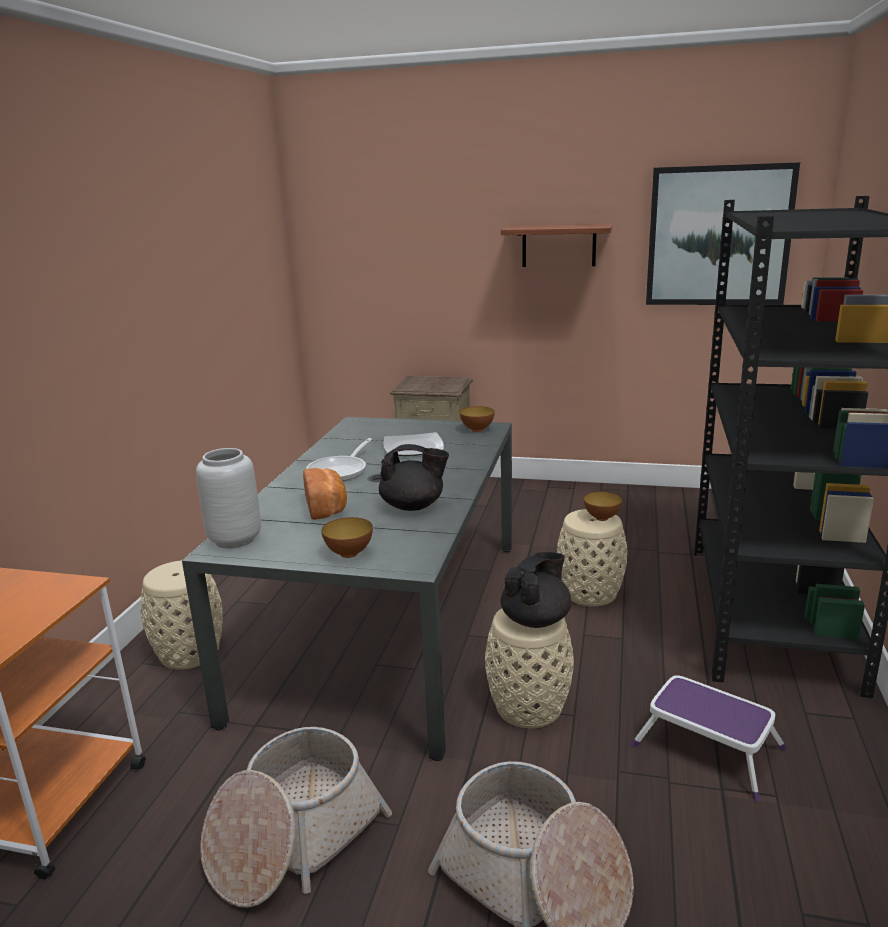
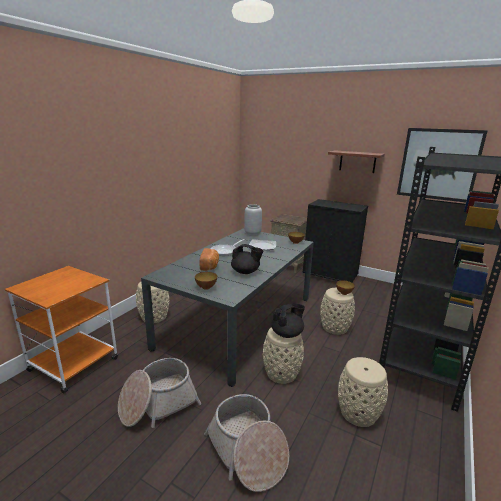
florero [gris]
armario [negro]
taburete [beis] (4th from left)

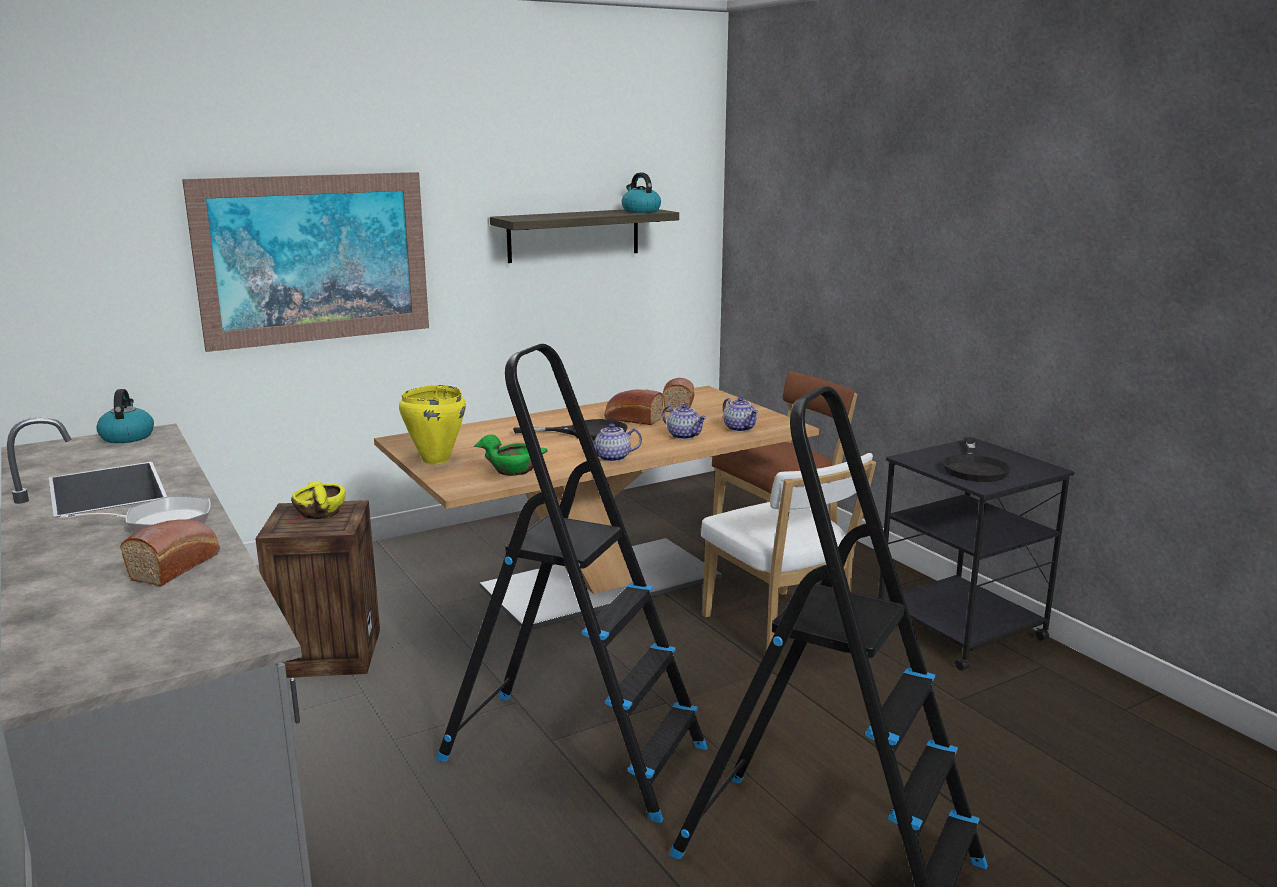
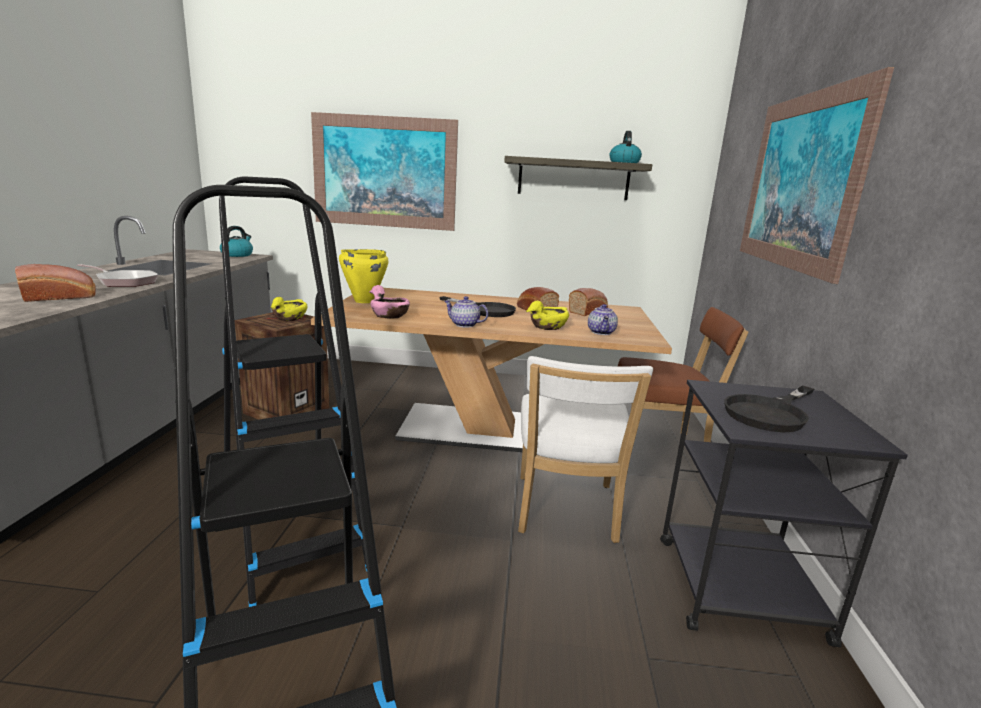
cuenco [rosa]
cuenco [amarillo] (2nd from left)
cuadro (2nd from left)

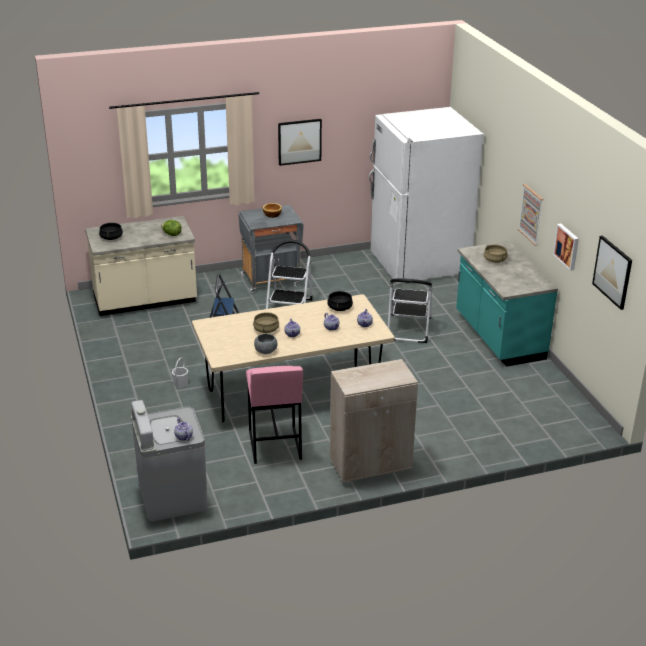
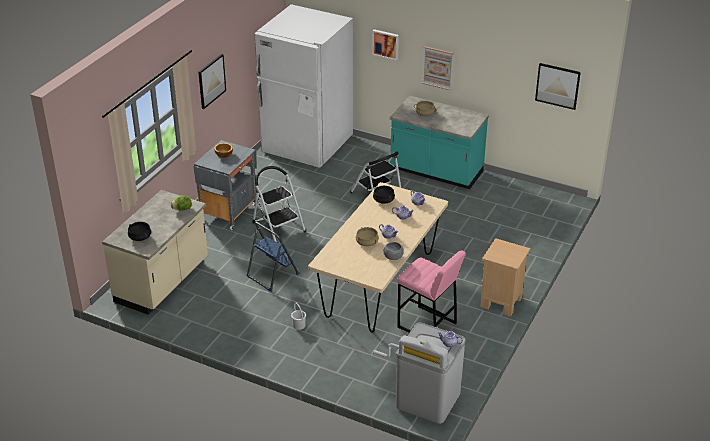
cuadro (2nd from left)
mesita de noche [beis]

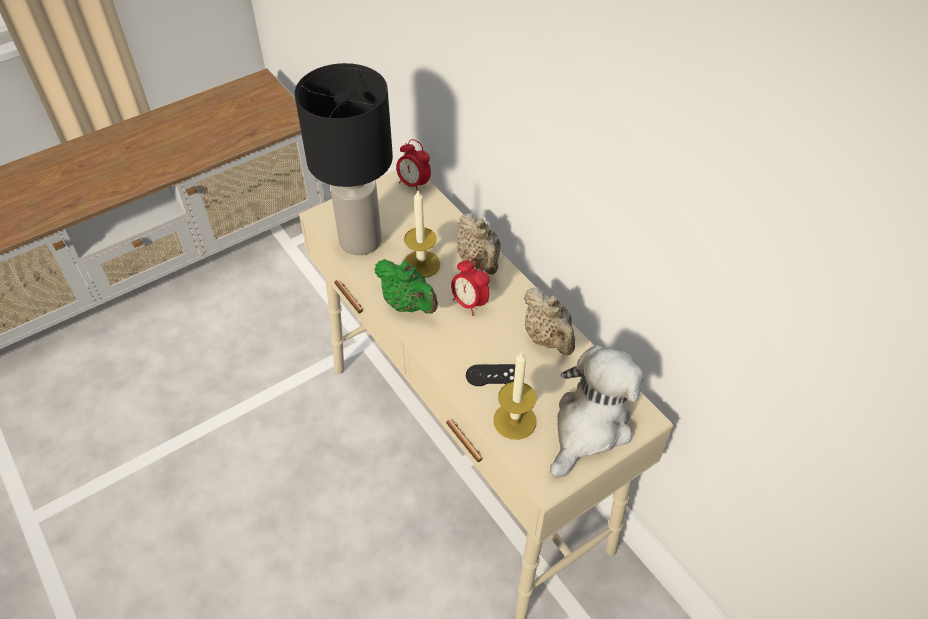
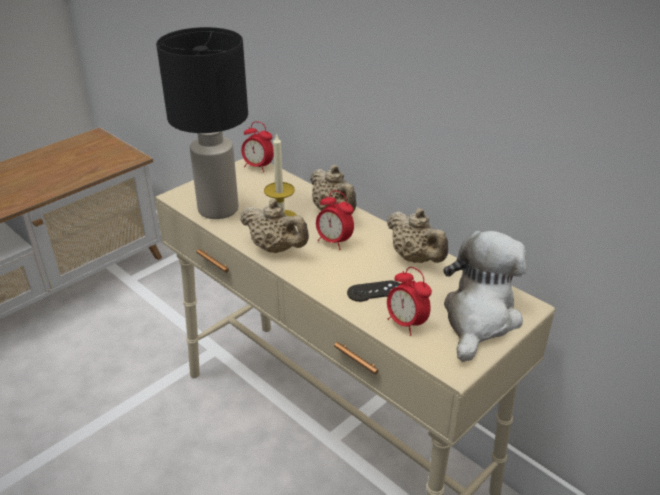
tetera [beis] (1st from left)
despertador (3rd from left)

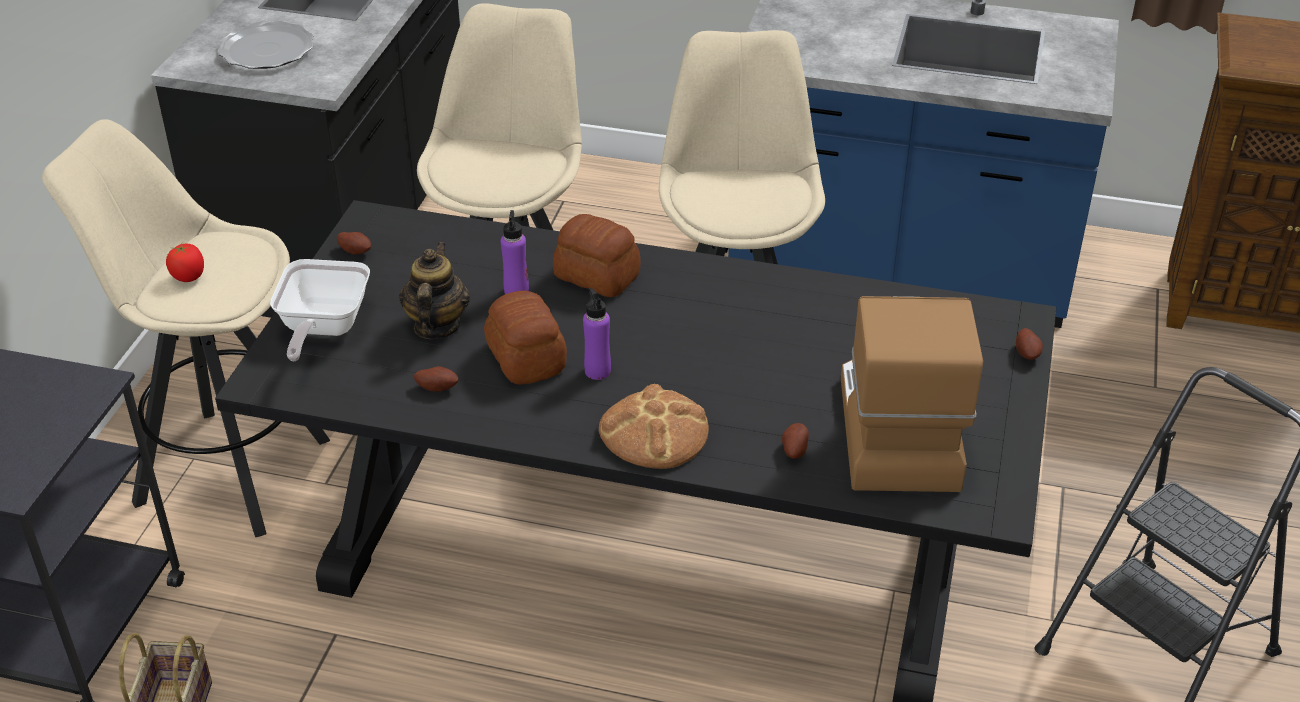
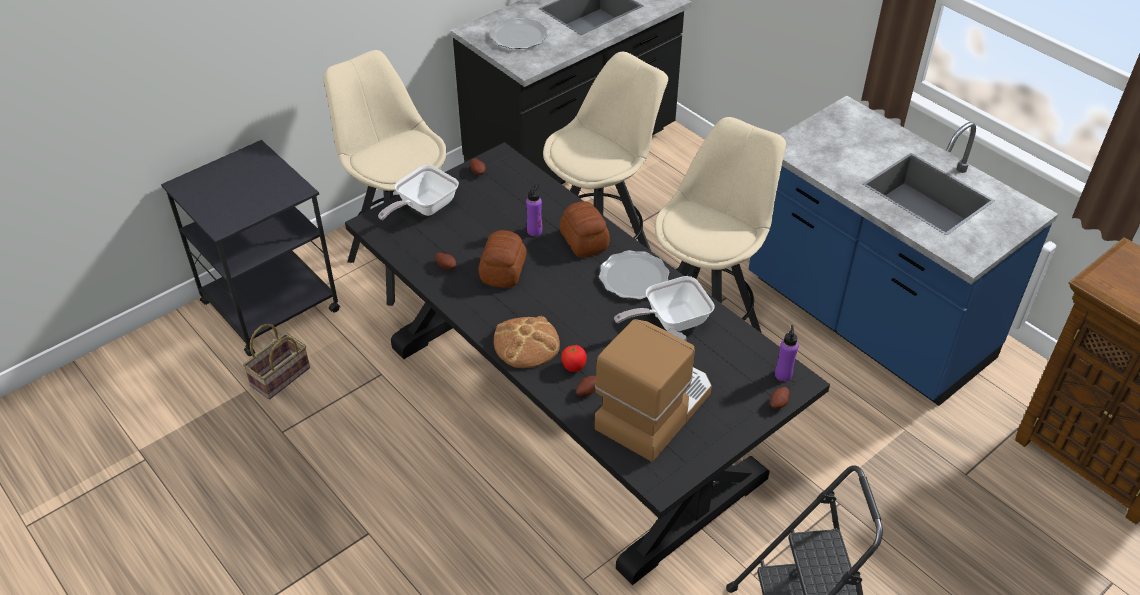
tomate
plato (2nd from left)
sartén (2nd from left)
botella [morado] (2nd from left)
tetera

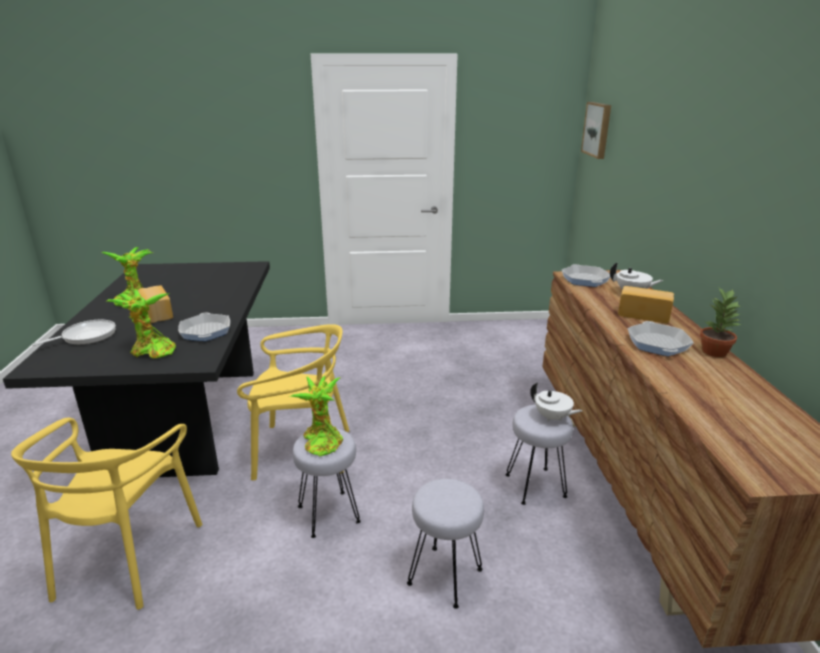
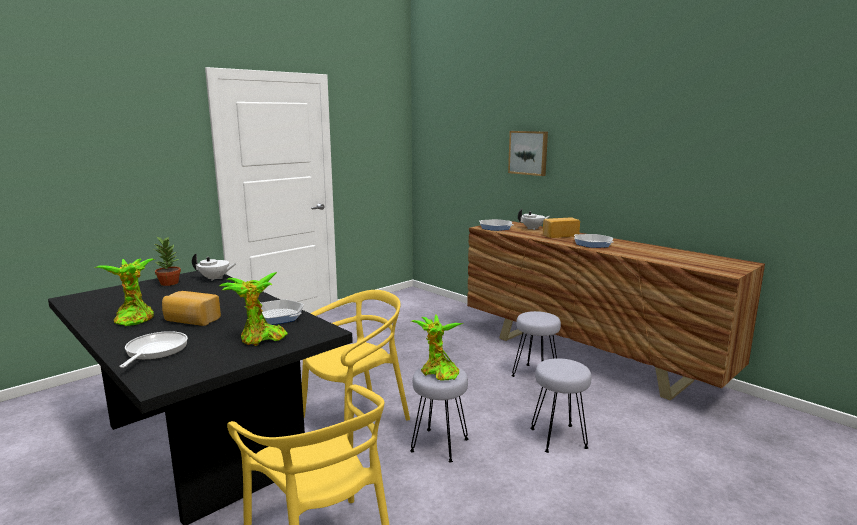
planta en maceta (2nd from left)
tetera [blanco] (1st from left)
cuadro

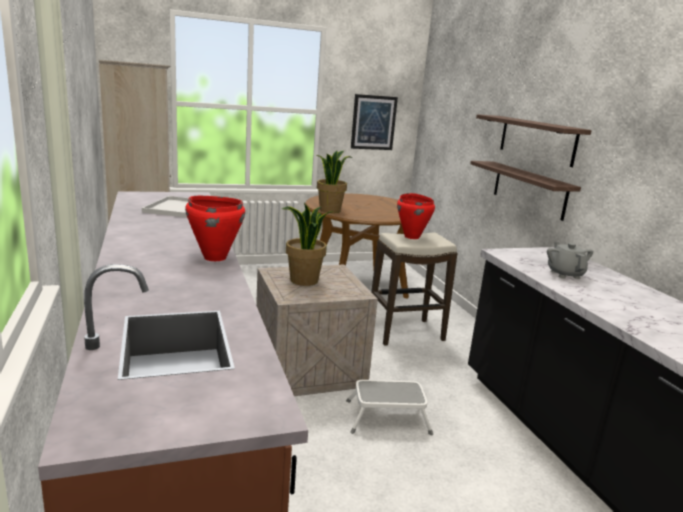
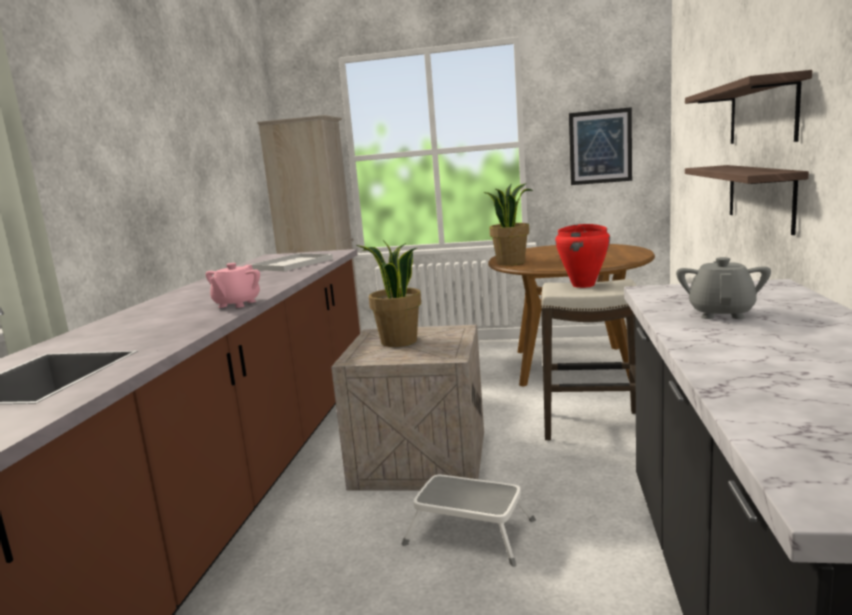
tetera [rosa]

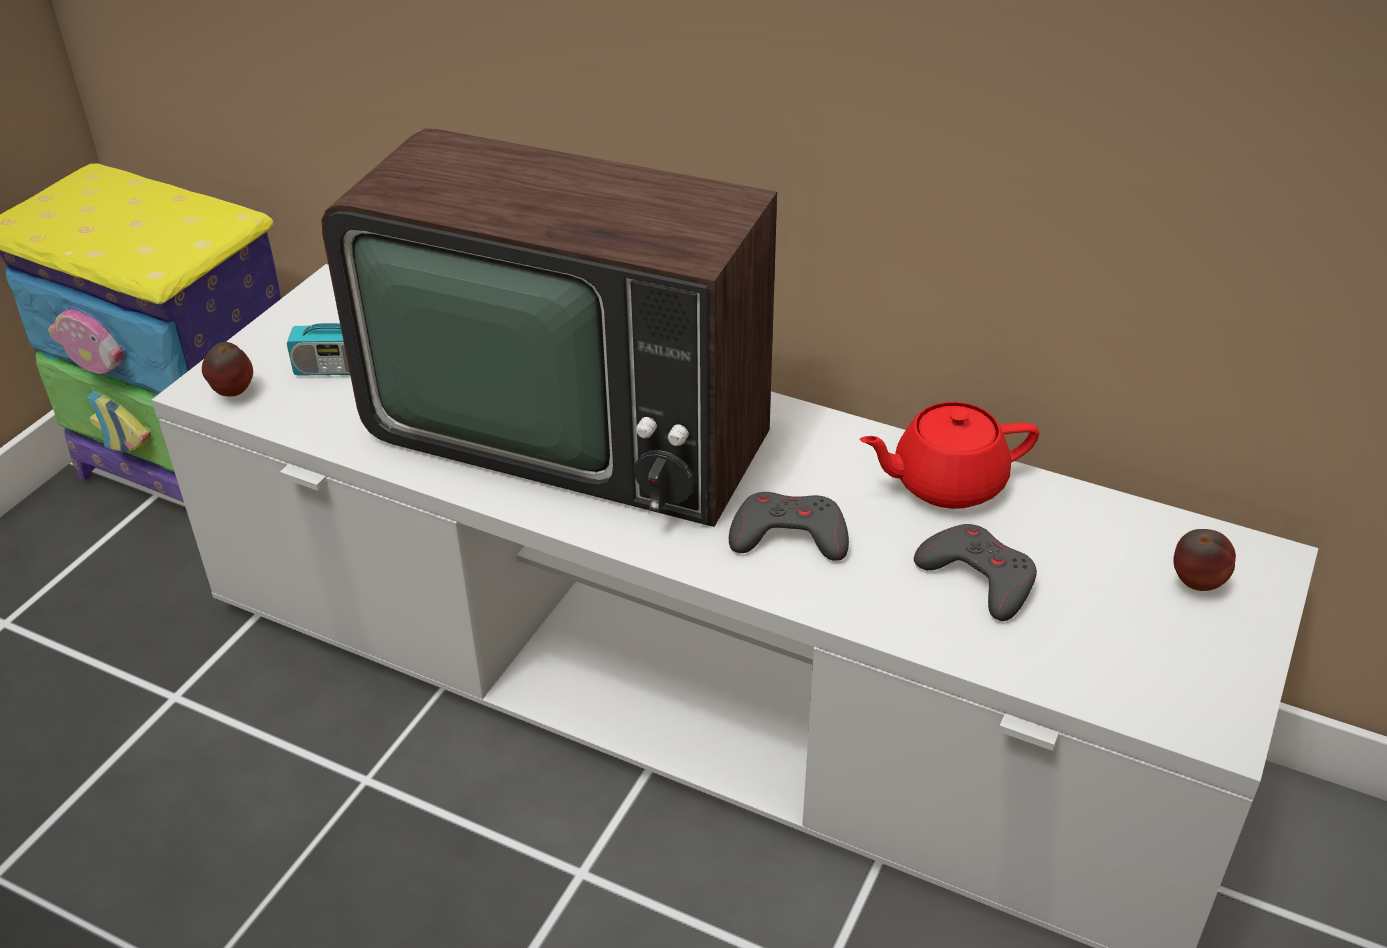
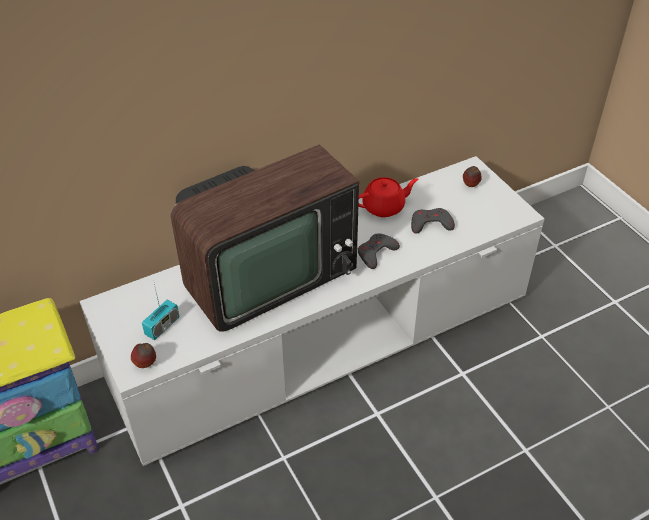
tetera [rojo]

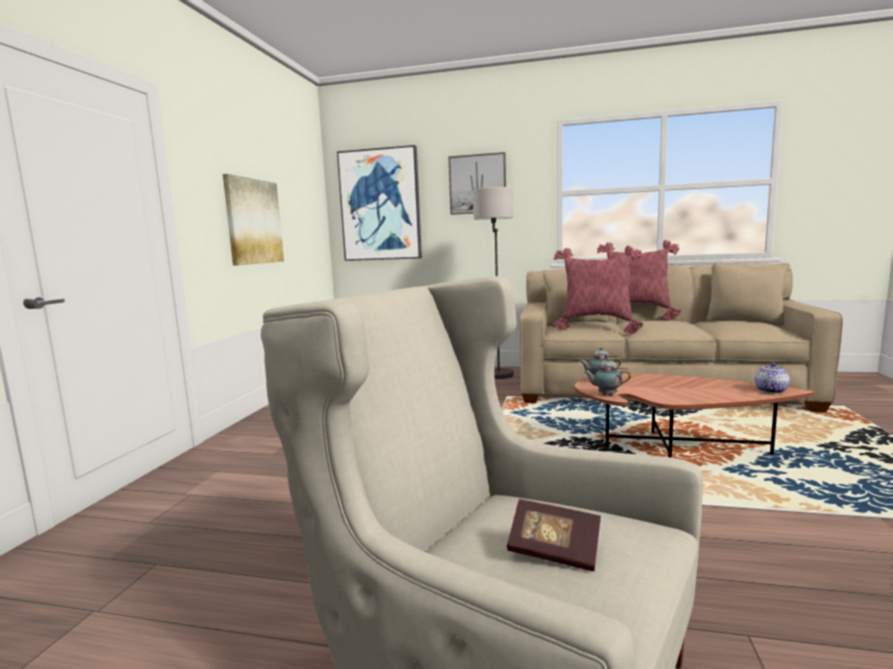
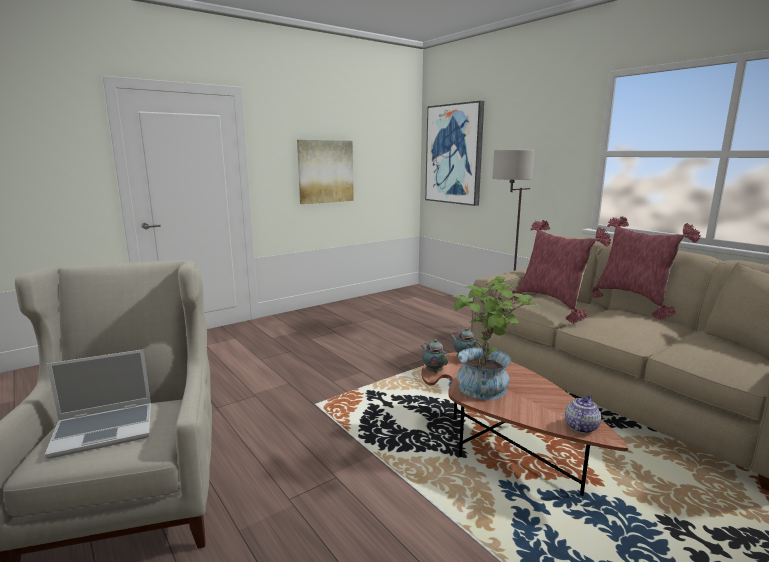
portátil
planta en maceta
tetera (3rd from left)
cuadro (3rd from left in the first image)

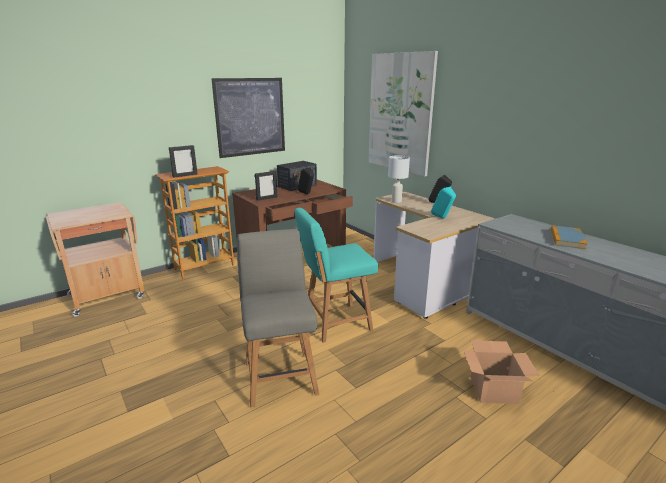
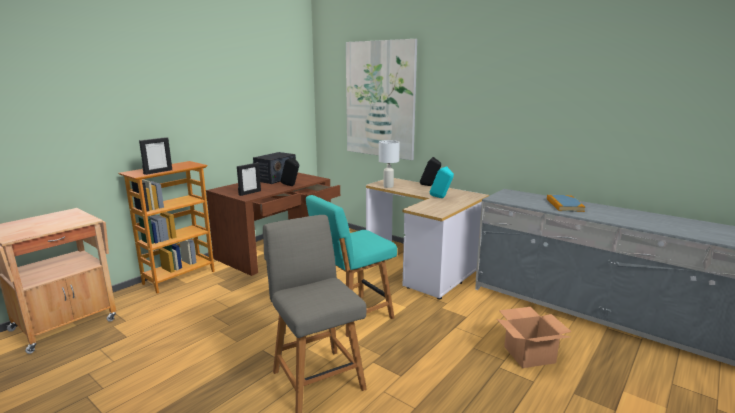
cuadro (1st from left in the first image)

